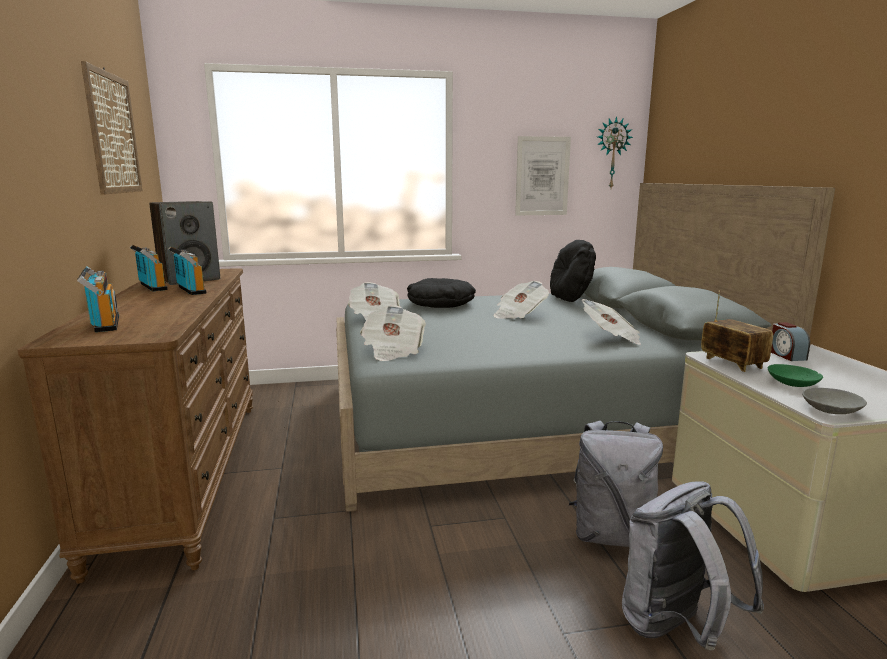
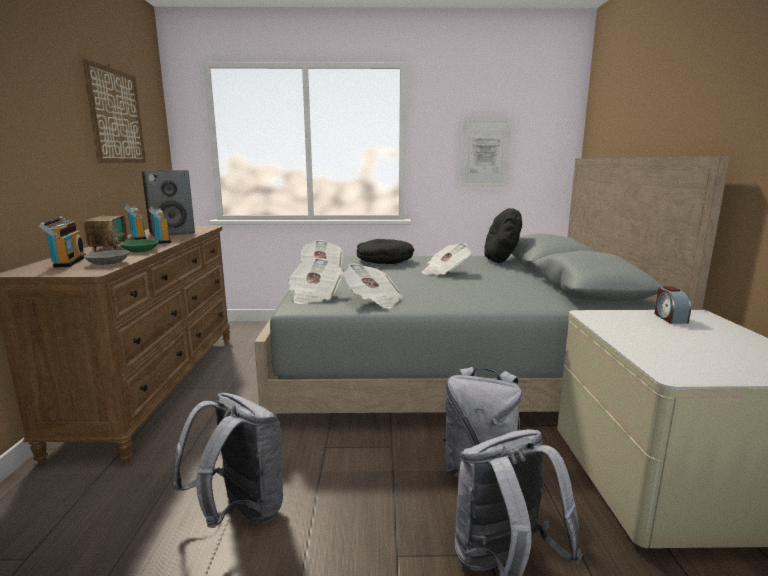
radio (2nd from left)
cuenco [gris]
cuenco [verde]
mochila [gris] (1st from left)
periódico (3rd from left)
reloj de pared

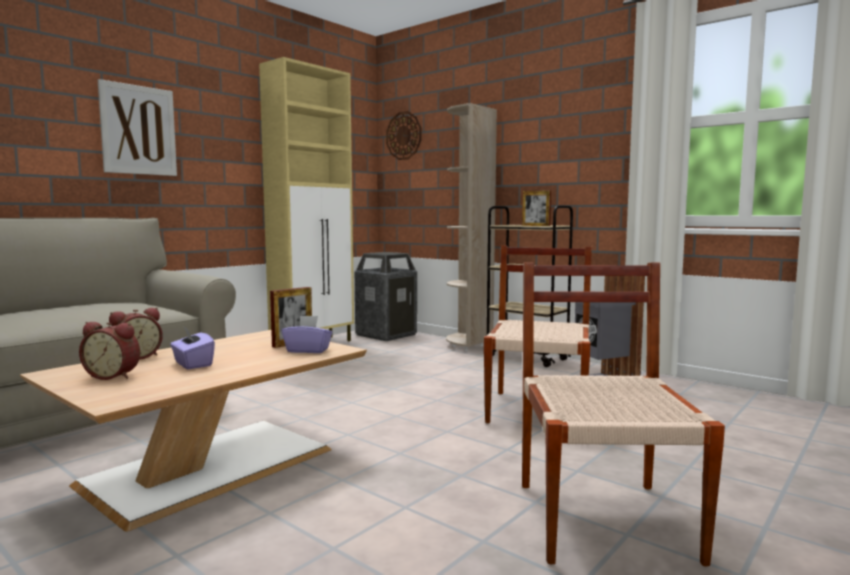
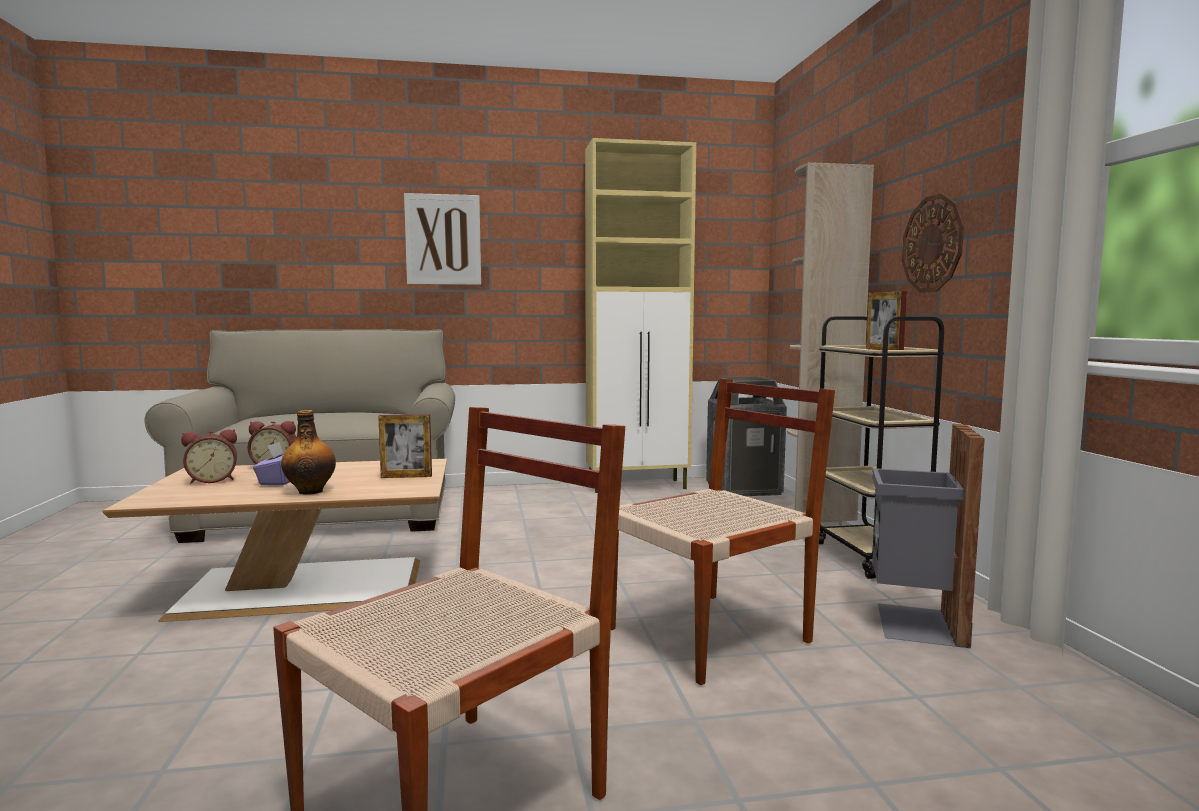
despertador (1st from left)
botella
reloj de pared
caja de pañuelos [morado] (2nd from left in the first image)

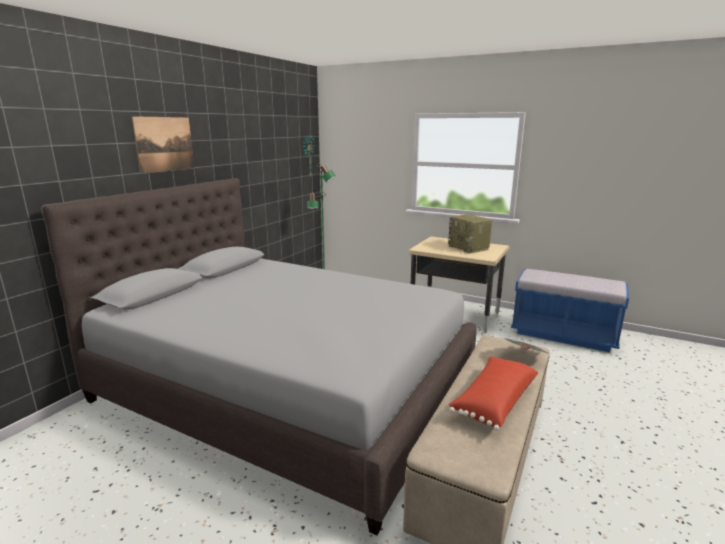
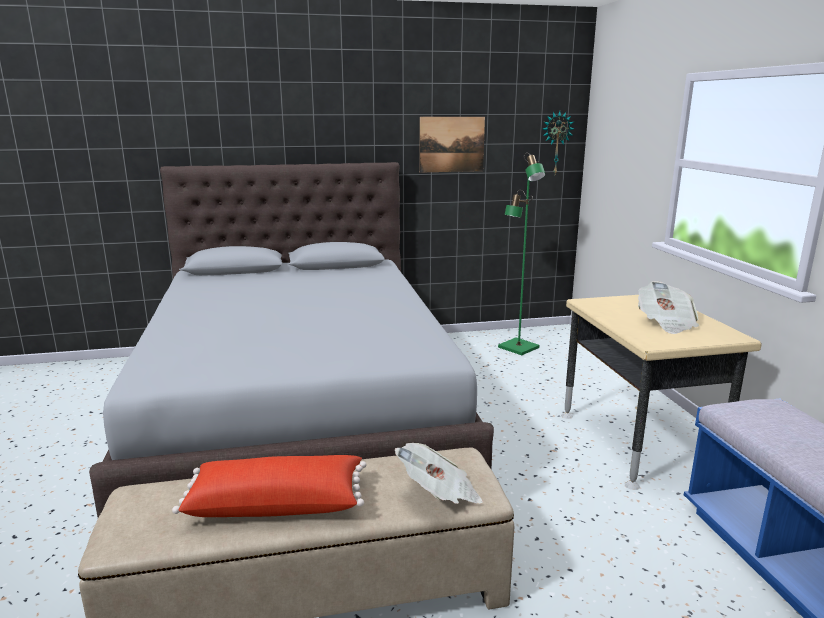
cuadro
periódico (2nd from left)

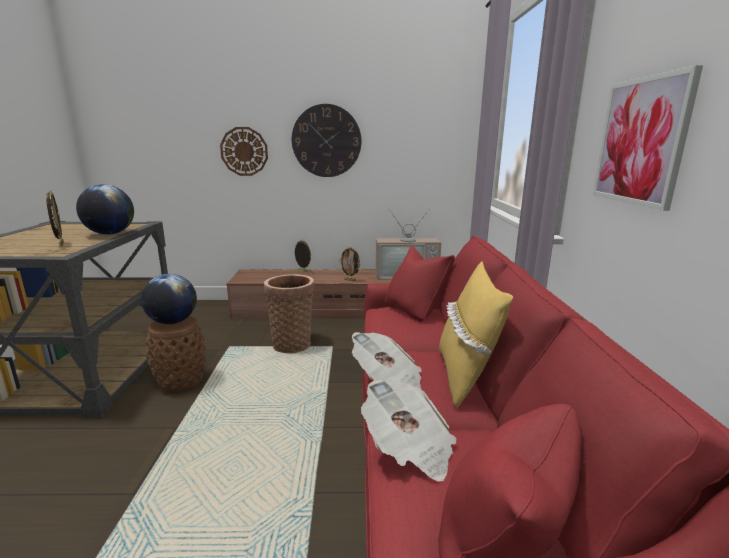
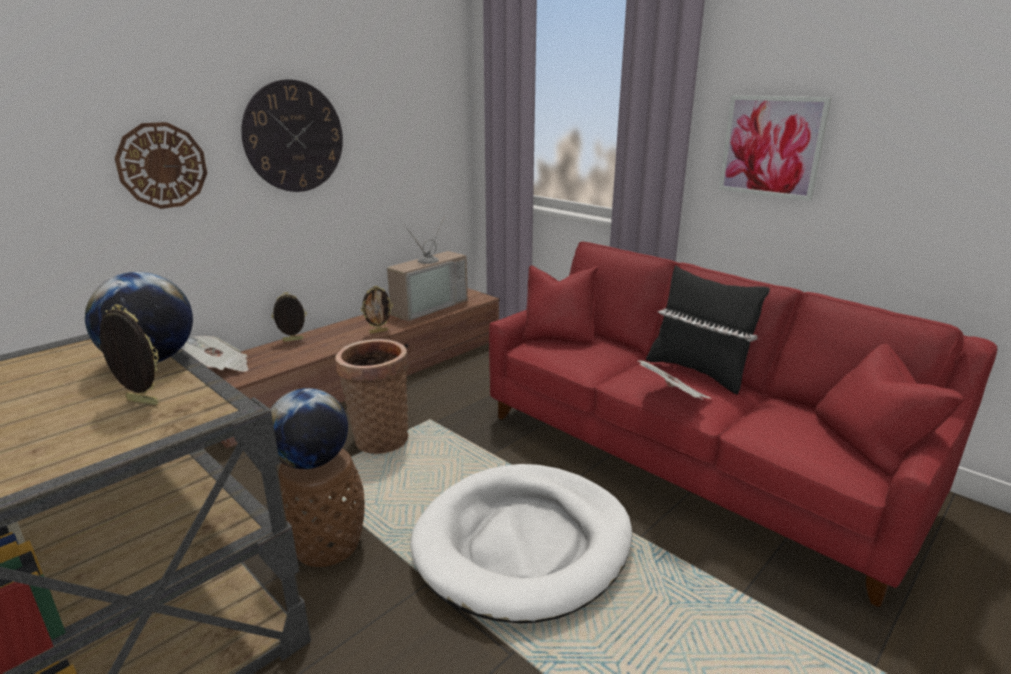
periódico (1st from left)
cama para perro [blanco]
cojín [negro]

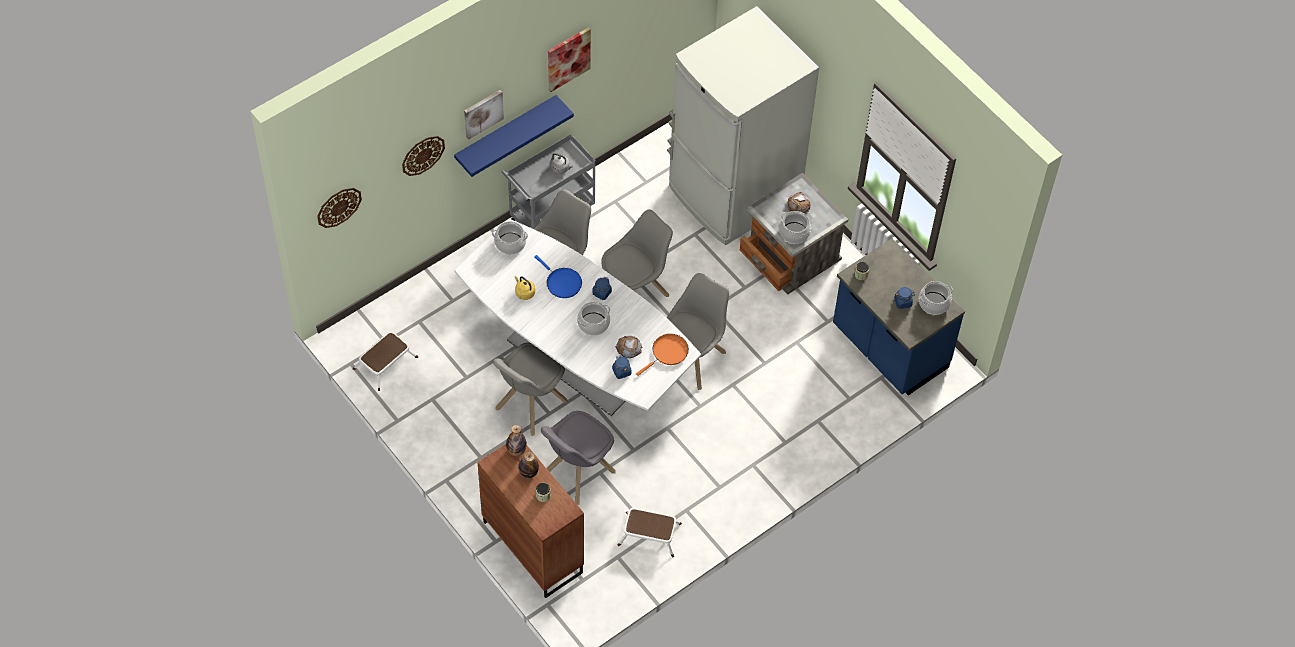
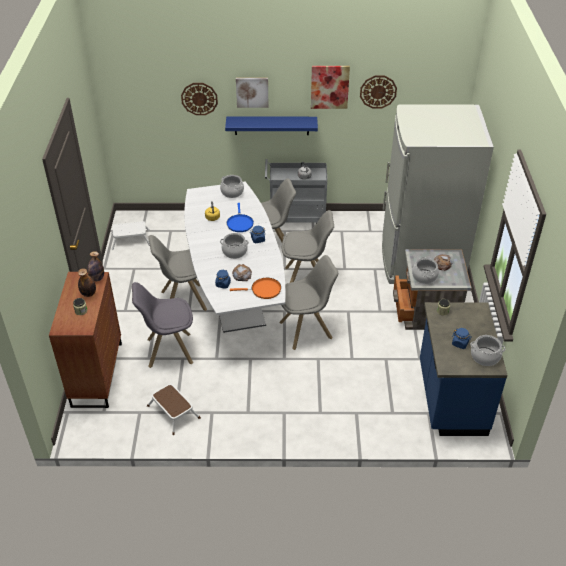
escalera de tijera [blanco]
reloj de pared (2nd from left)

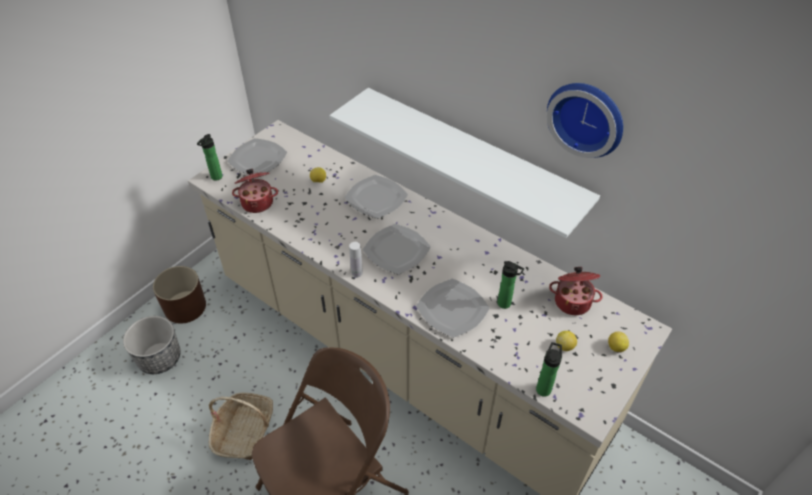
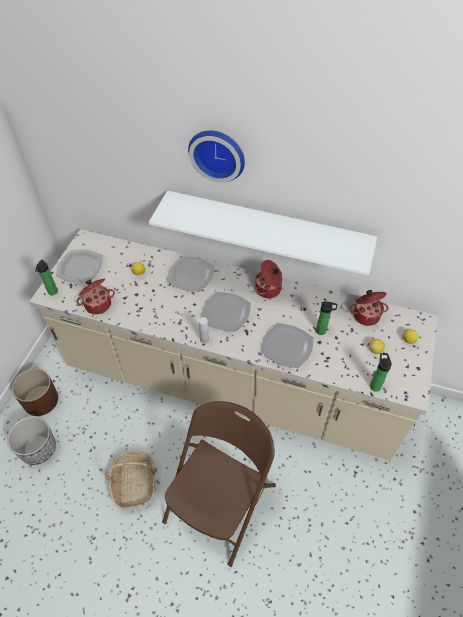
reloj de pared
olla (2nd from left)

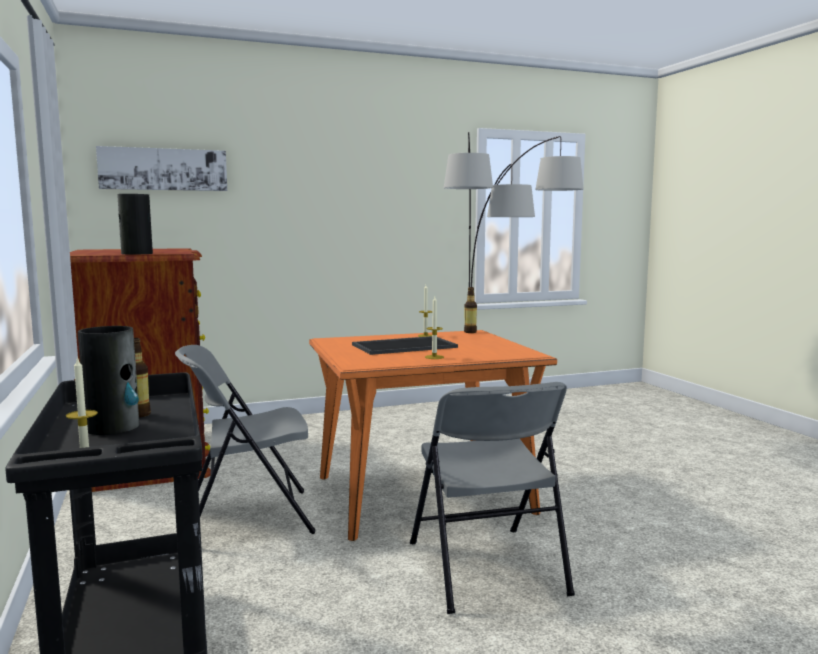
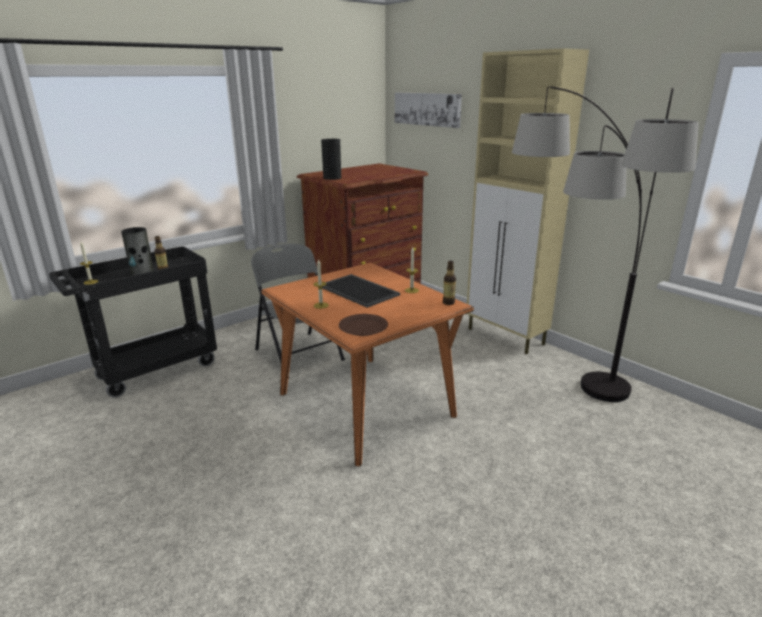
plato [marrón]
armario [beis]
silla [gris] (2nd from left in the first image)

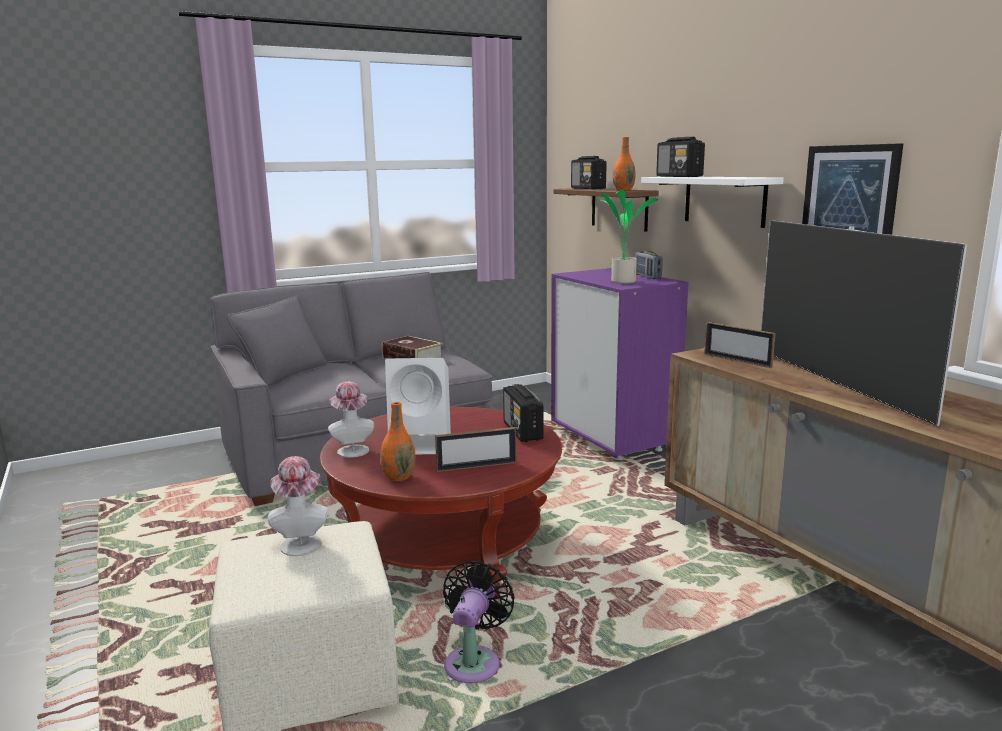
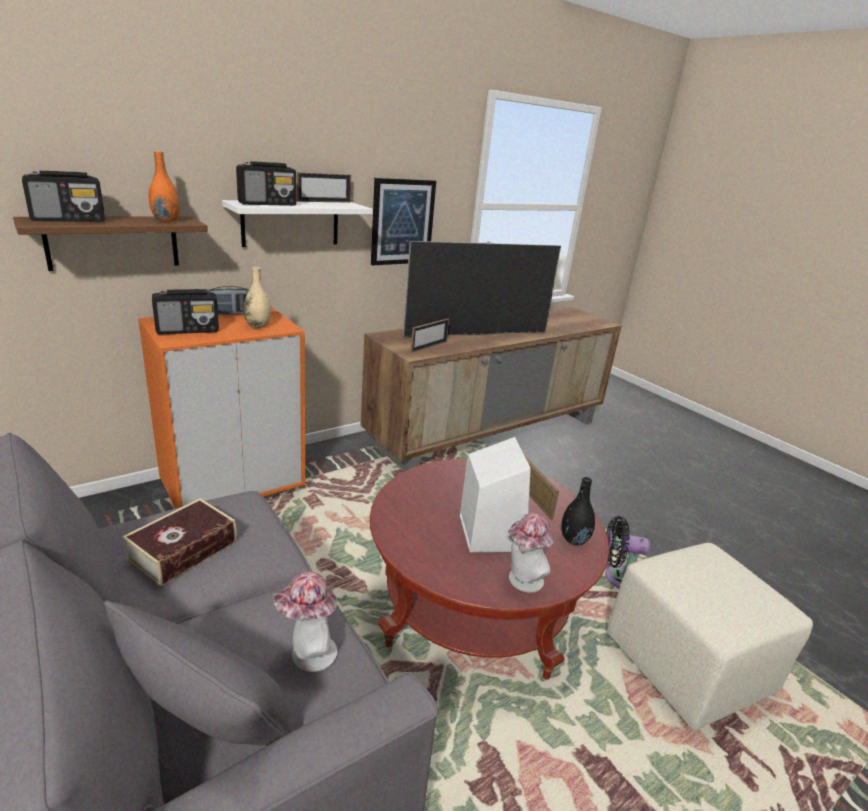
armario [naranja]
radio (2nd from left)
florero [beis]
sombrero (1st from left)
portarretratos (1st from left)
florero [negro]

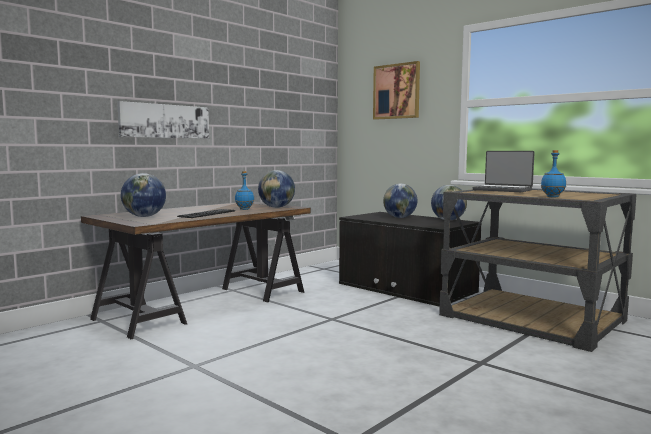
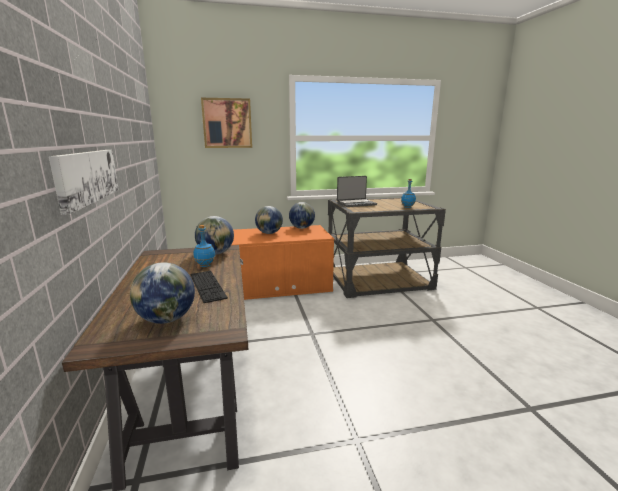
armario [naranja]

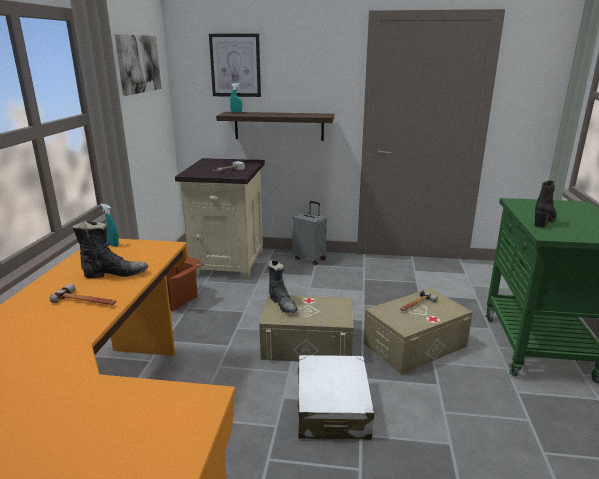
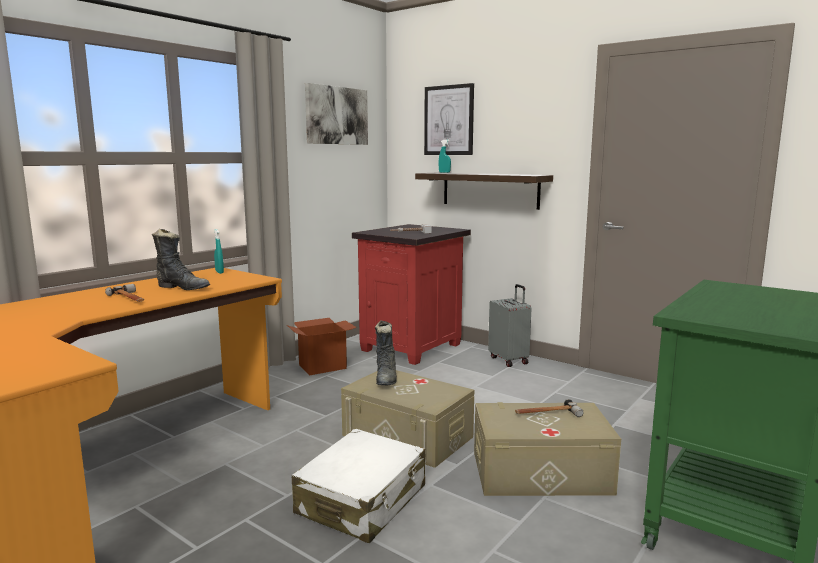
armario [rojo]
bota [negro] (3rd from left in the first image)

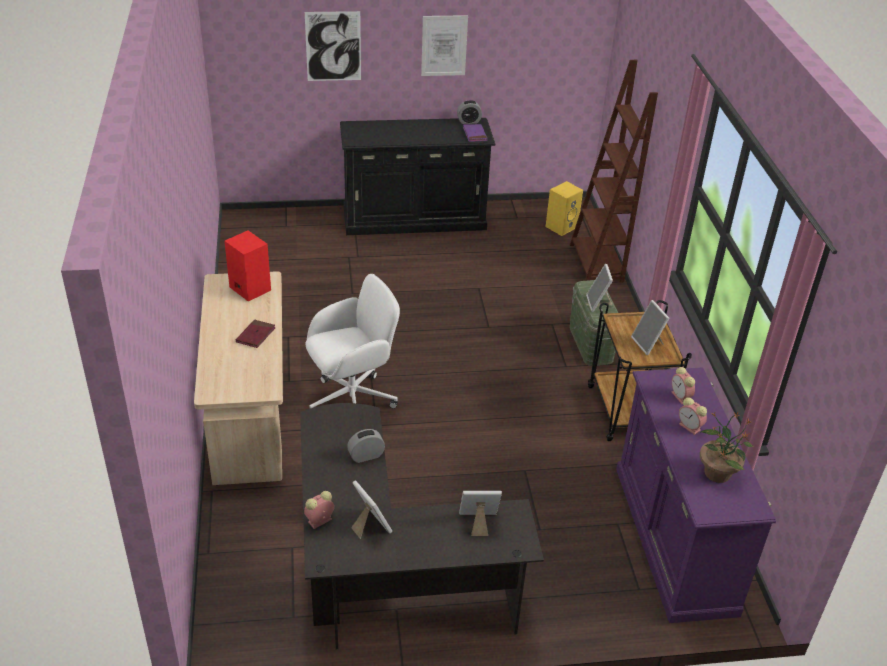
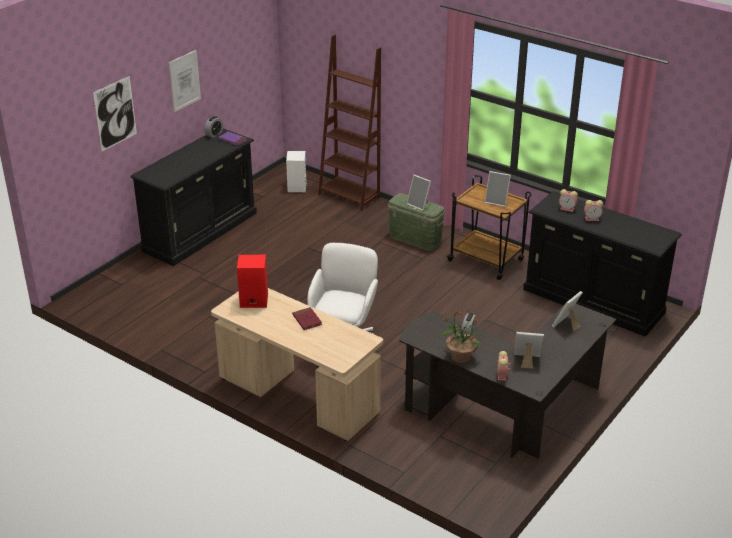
altavoz [blanco]
planta en maceta
armario [negro] (2nd from left)

